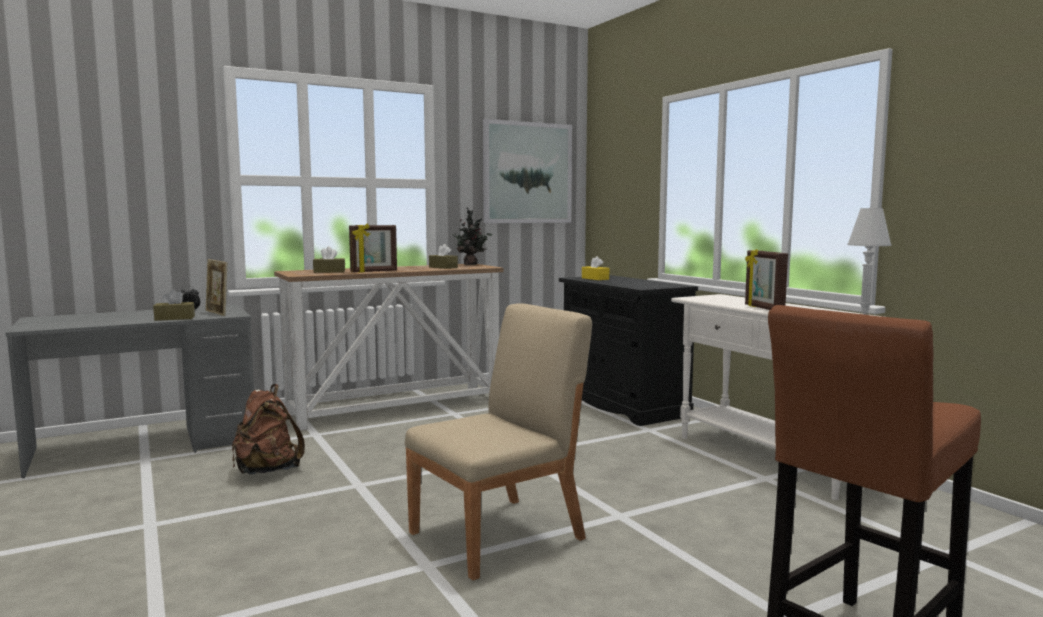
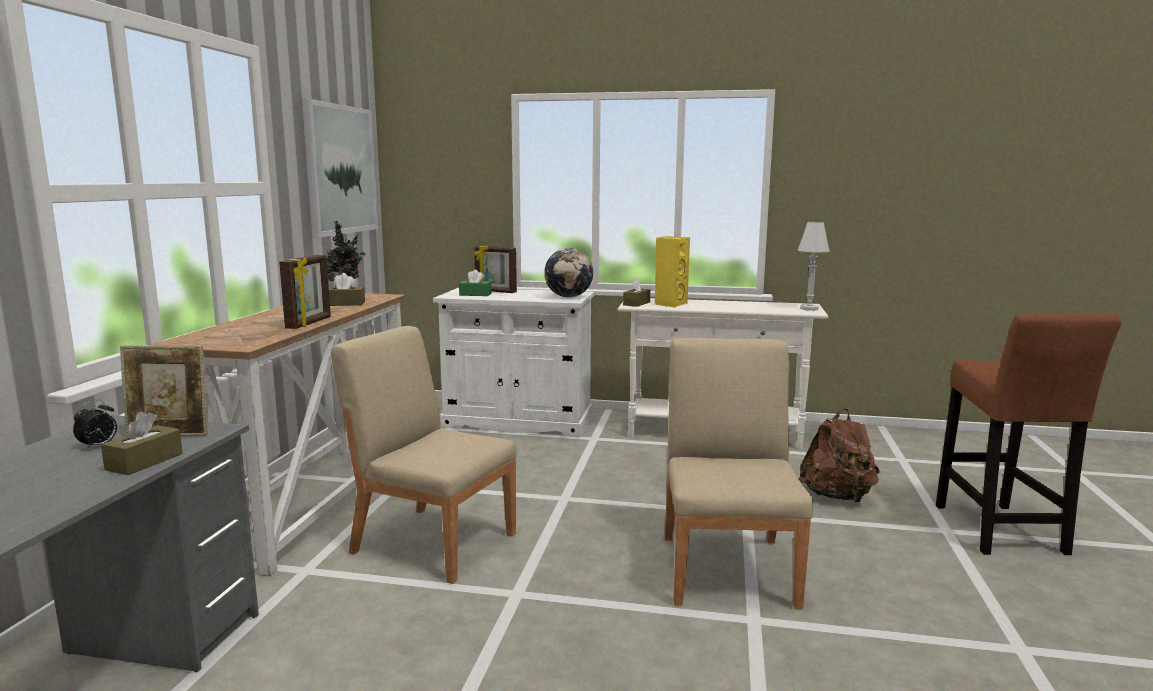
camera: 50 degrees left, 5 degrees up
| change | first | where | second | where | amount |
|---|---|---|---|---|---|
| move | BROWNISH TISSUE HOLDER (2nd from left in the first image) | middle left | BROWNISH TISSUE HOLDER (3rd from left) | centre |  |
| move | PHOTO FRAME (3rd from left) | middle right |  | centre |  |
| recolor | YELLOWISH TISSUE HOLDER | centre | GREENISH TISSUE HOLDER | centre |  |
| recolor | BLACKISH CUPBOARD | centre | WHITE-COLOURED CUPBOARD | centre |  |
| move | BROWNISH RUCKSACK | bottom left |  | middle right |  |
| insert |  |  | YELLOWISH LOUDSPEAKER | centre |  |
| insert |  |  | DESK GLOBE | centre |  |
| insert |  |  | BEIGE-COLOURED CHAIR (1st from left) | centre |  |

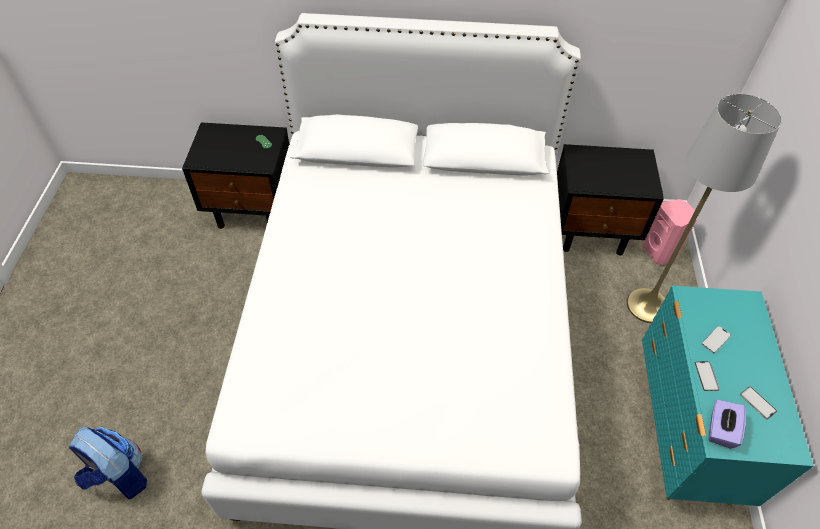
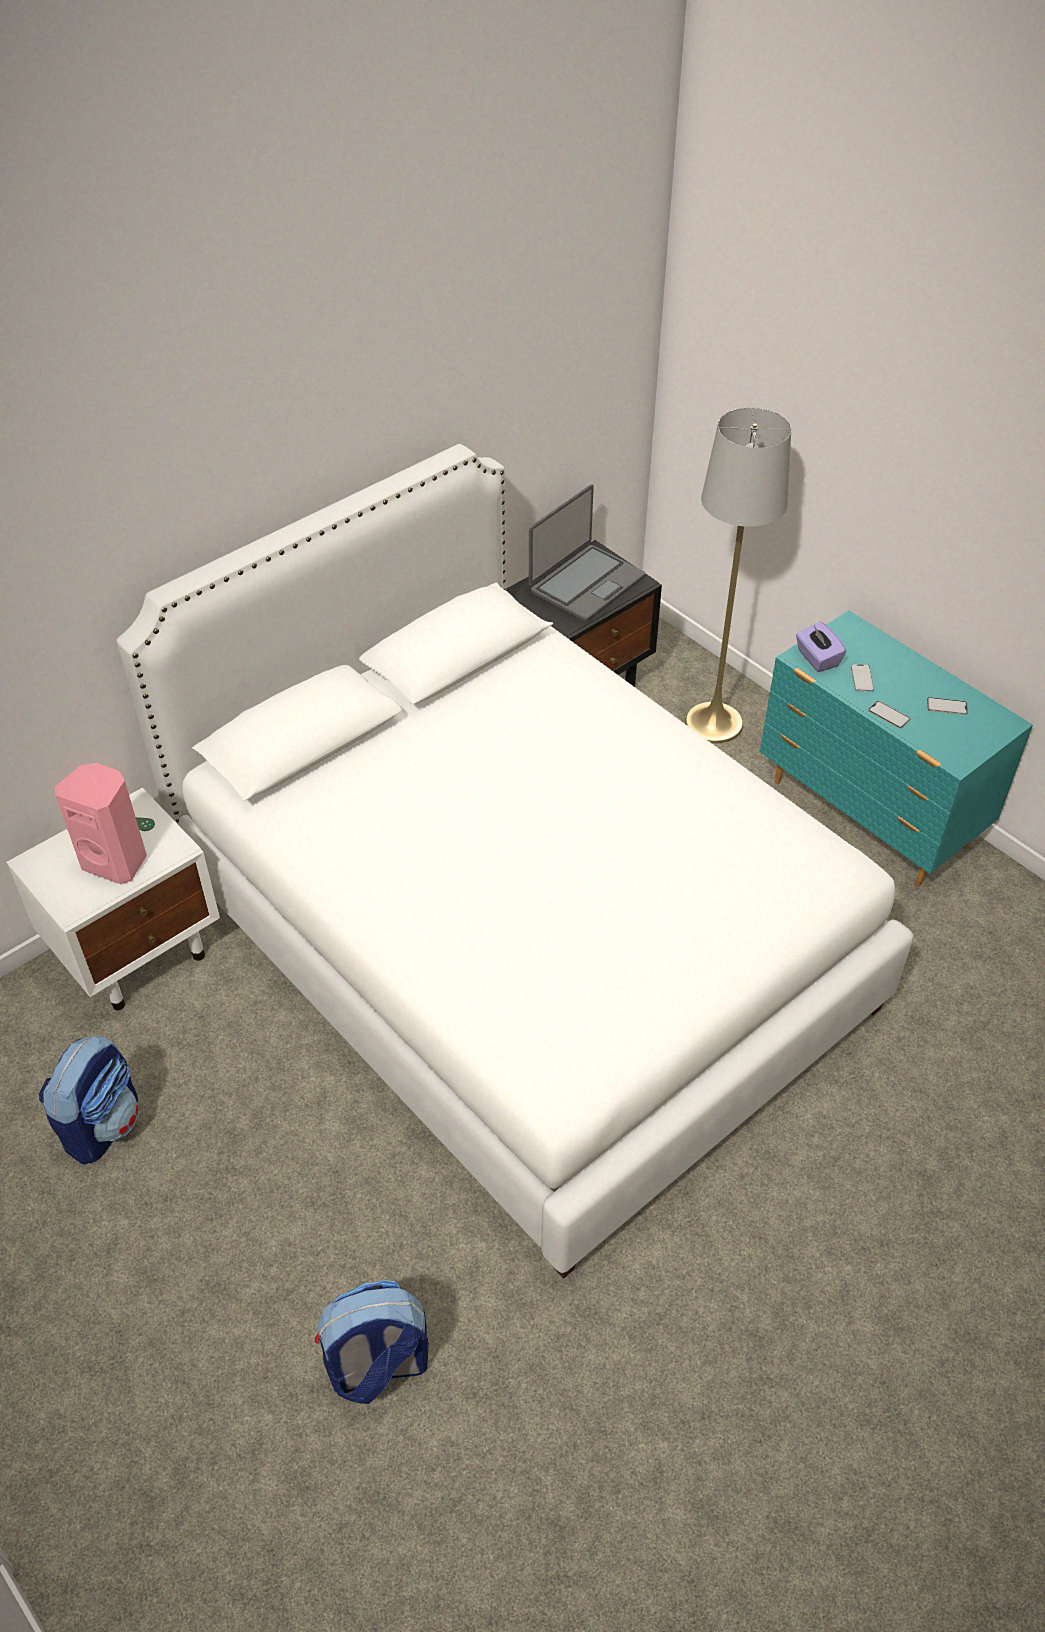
camera: 45 degrees left, 5 degrees down
| change | first | where | second | where | amount |
|---|---|---|---|---|---|
| recolor | BLACKISH BEDSIDE TABLE (1st from left) | top left | WHITE-COLOURED BEDSIDE TABLE | middle left |  |
| move | PINK LOUDSPEAKER | middle right |  | middle left |  |
| move | PURPLE TISSUE HOLDER | bottom right |  | middle right |  |
| insert |  |  | NOTEBOOK COMPUTER | centre |  |
| insert |  |  | RUCKSACK (1st from left) | bottom left |  |

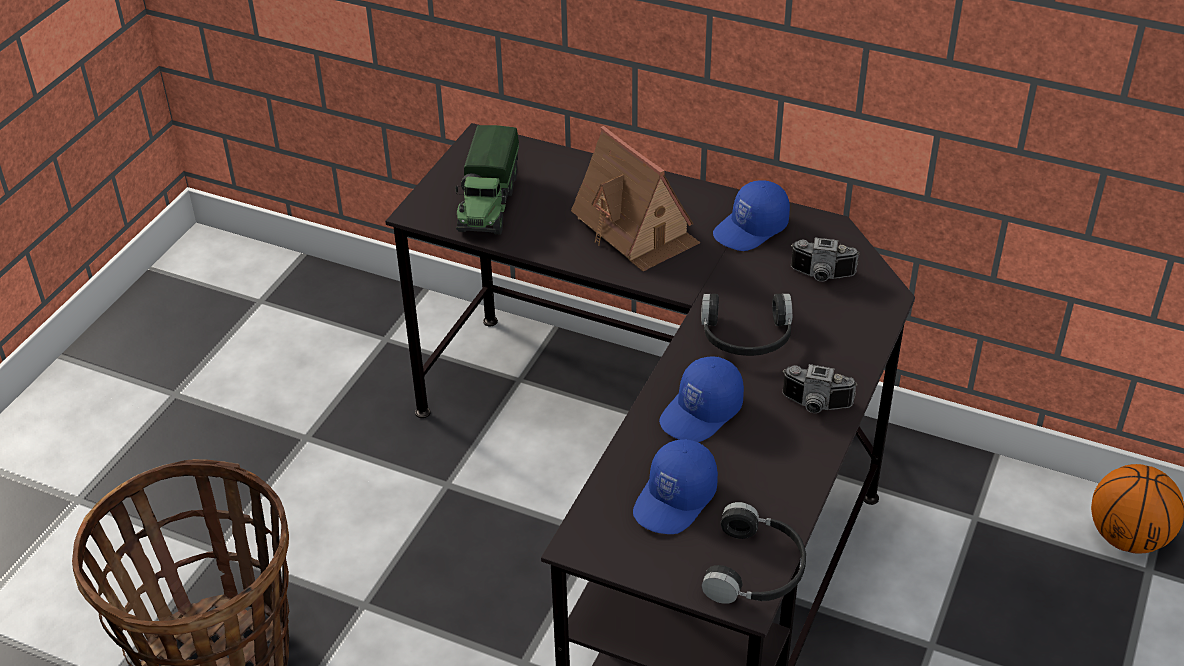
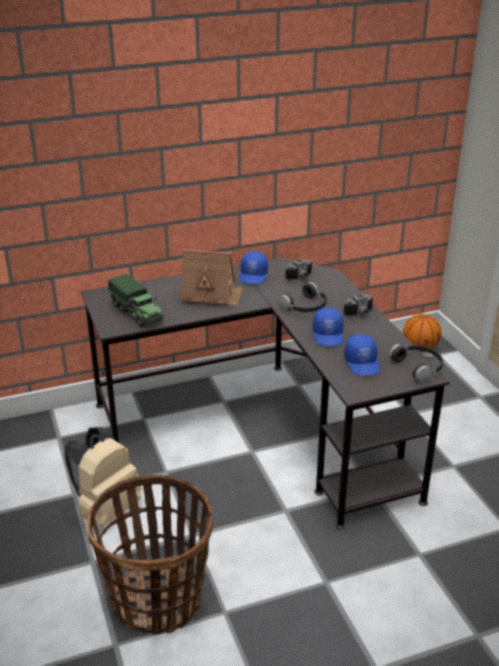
camera: 45 degrees left, 10 degrees down
| change | first | where | second | where | amount |
|---|---|---|---|---|---|
| insert |  |  | BEIGE-COLOURED RUCKSACK | bottom left |  |

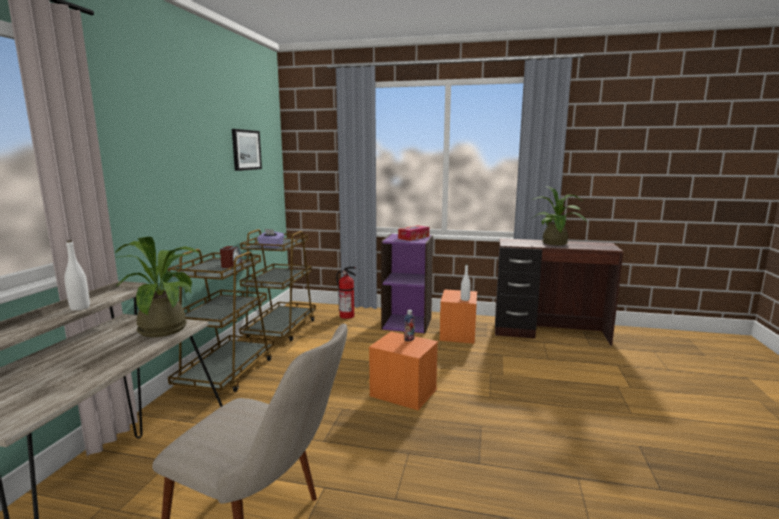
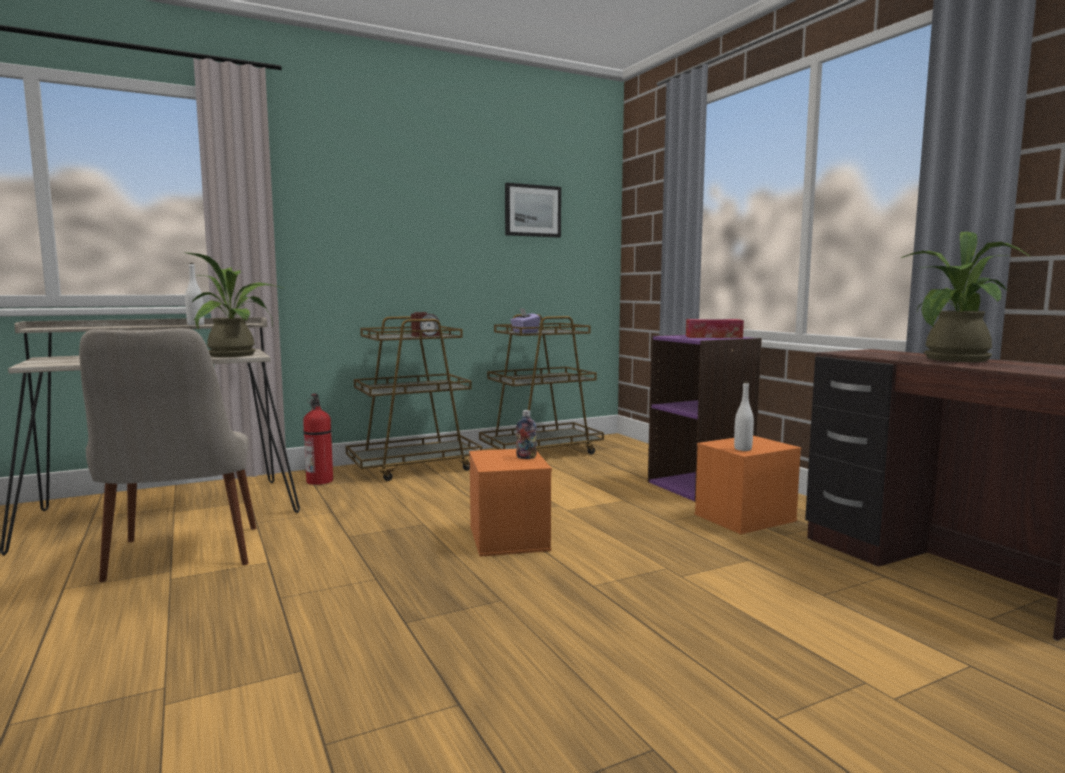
camera: 50 degrees right, 5 degrees down
| change | first | where | second | where | amount |
|---|---|---|---|---|---|
| move | FIRE EXTINGUISHER | centre |  | middle left |  |

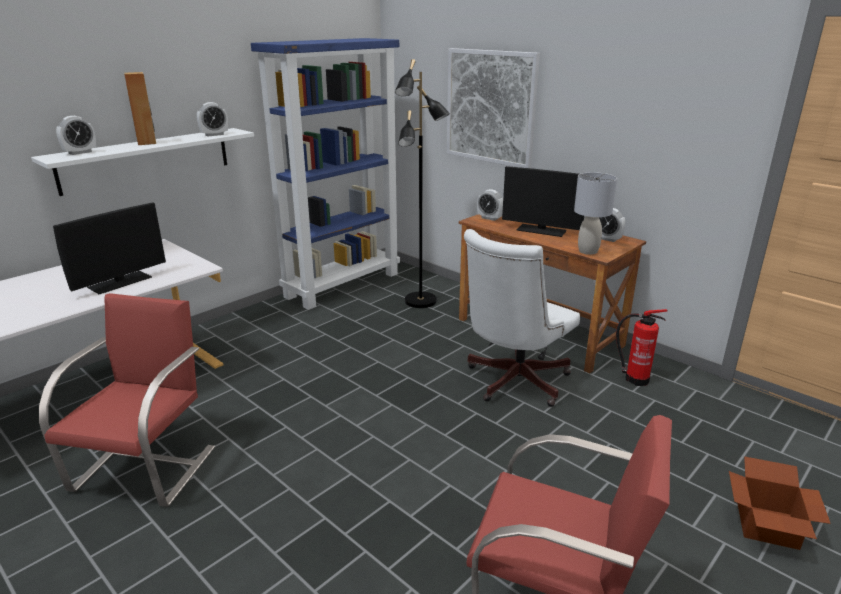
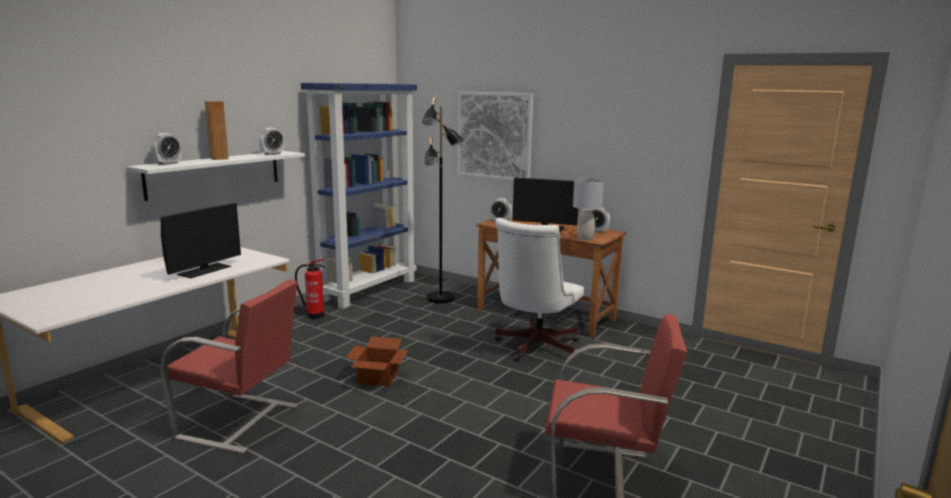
camera: 10 degrees left, 10 degrees down
| change | first | where | second | where | amount |
|---|---|---|---|---|---|
| rotate | RED CHAIR (1st from left) | bottom left |  | bottom left | 105 degrees clockwise |
| move | FIRE EXTINGUISHER | middle right |  | middle left |  |
| move | PACKING BOX | bottom right |  | bottom centre |  |

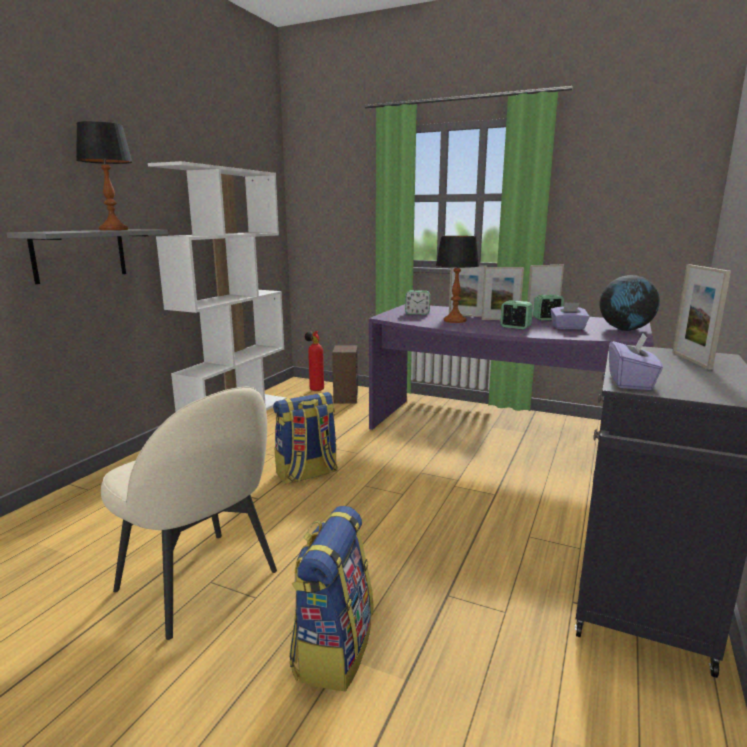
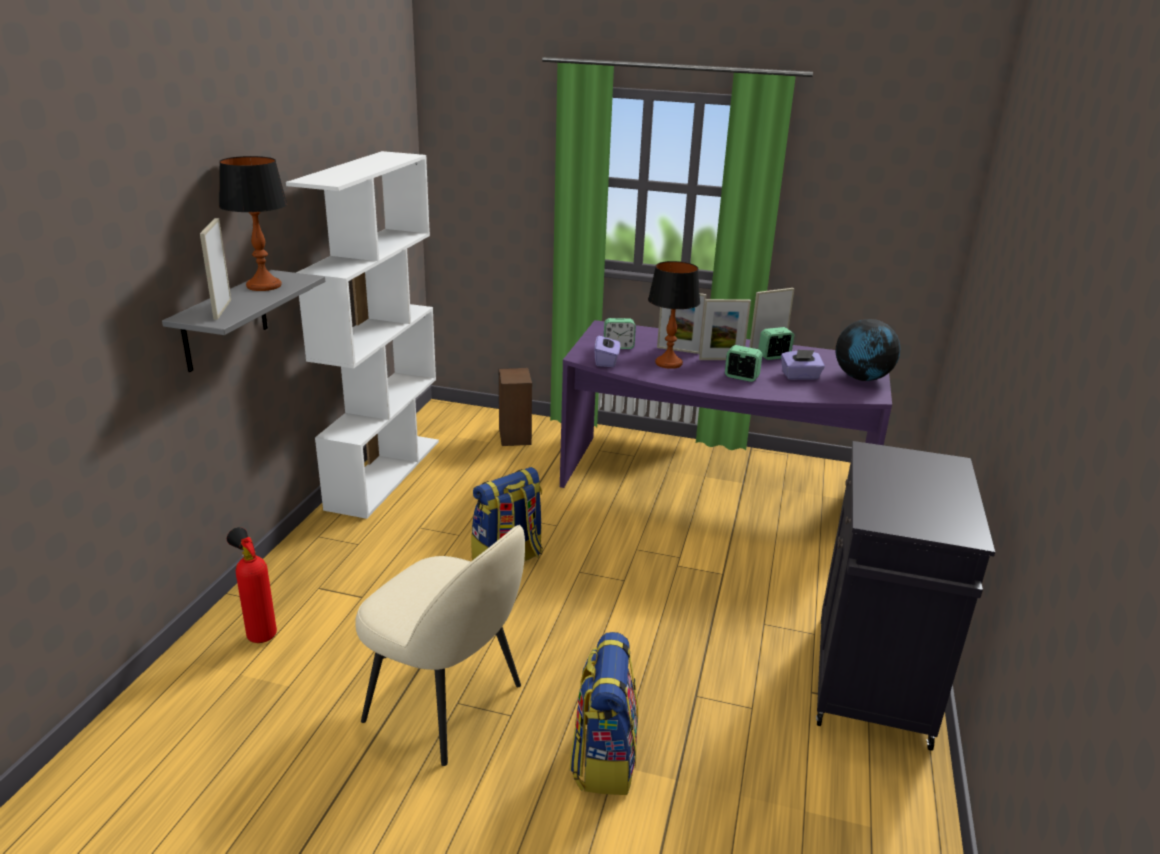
camera: 10 degrees left, 10 degrees up
| change | first | where | second | where | amount |
|---|---|---|---|---|---|
| move | PHOTO FRAME (4th from left in the first image) | middle right | PHOTO FRAME (1st from left) | top left |  |
| move | FIRE EXTINGUISHER | centre |  | bottom left |  |
| move | PURPLE TISSUE HOLDER (2nd from left in the first image) | middle right | PURPLE TISSUE HOLDER (1st from left) | centre |  |

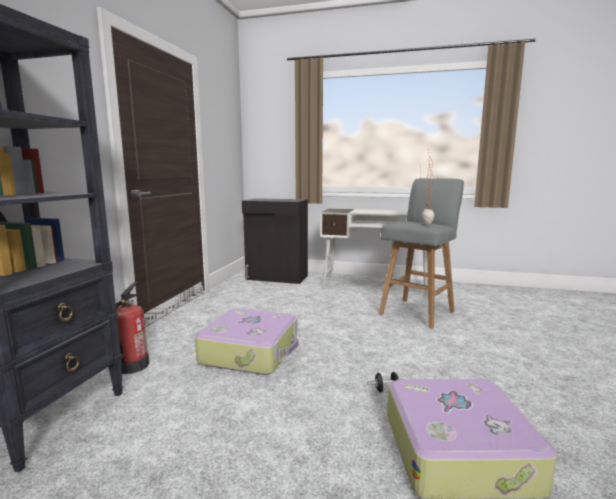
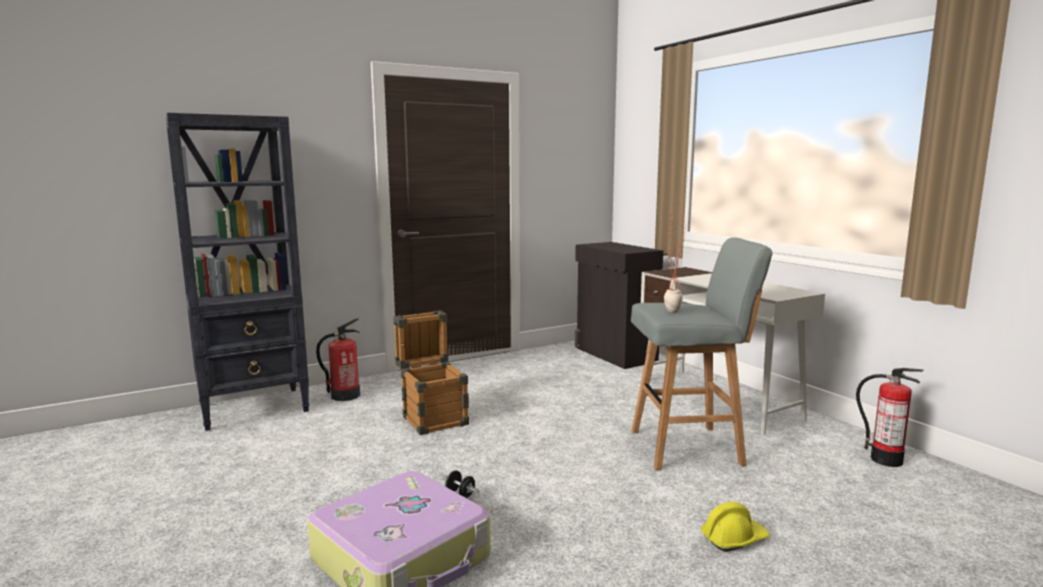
camera: 45 degrees right, 0 degrees up
| change | first | where | second | where | amount |
|---|---|---|---|---|---|
| replace | PIECE OF LUGGAGE (1st from left) | bottom centre | SHIPPING CRATE | centre |  |
| insert |  |  | FIRE EXTINGUISHER (2nd from left) | bottom right |  |
| insert |  |  | YELLOWISH WORK HELMET | bottom right |  |

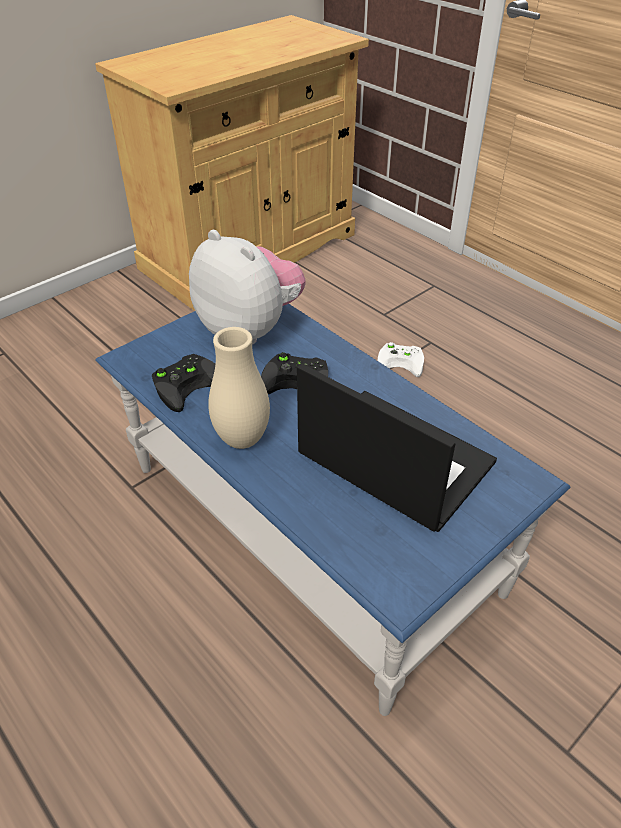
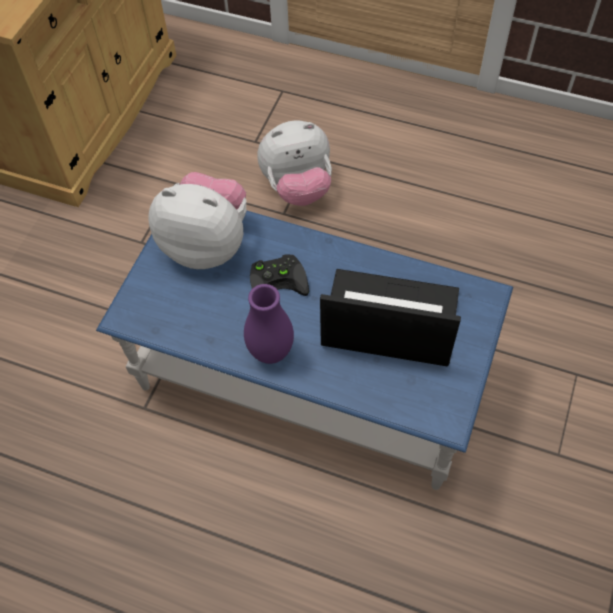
camera: 25 degrees left, 15 degrees up
| change | first | where | second | where | amount |
|---|---|---|---|---|---|
| recolor | BEIGE-COLOURED VASE | centre | PURPLE VASE | centre |  |
| replace | WHITE-COLOURED JOYPAD | centre | PLUSH TOY (2nd from left) | top centre |  |
| delete | BLACKISH JOYPAD (1st from left) | middle left |  |  |  |

